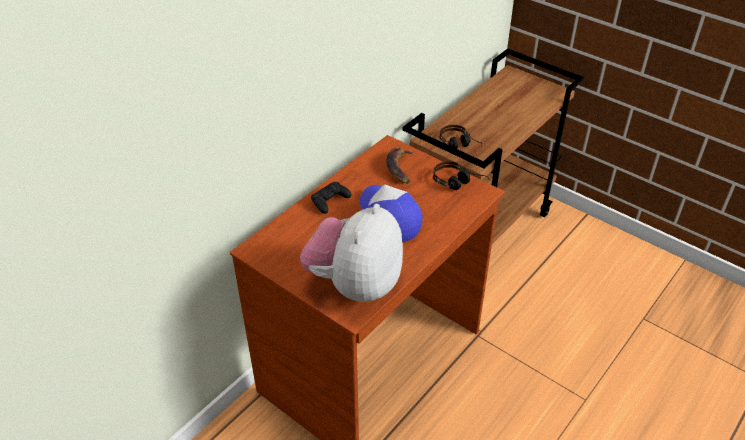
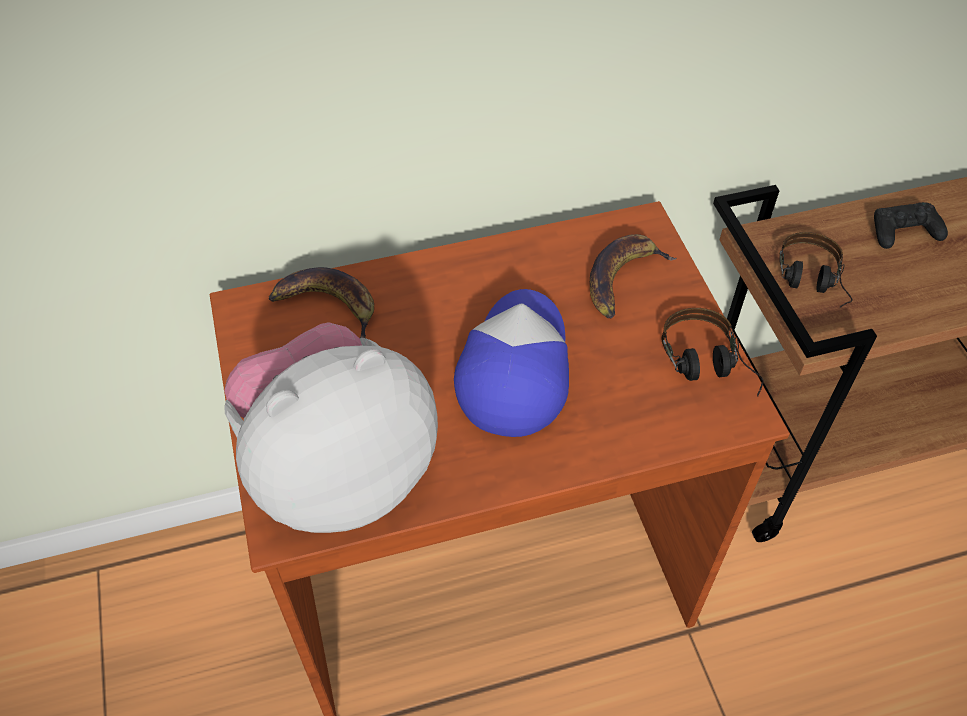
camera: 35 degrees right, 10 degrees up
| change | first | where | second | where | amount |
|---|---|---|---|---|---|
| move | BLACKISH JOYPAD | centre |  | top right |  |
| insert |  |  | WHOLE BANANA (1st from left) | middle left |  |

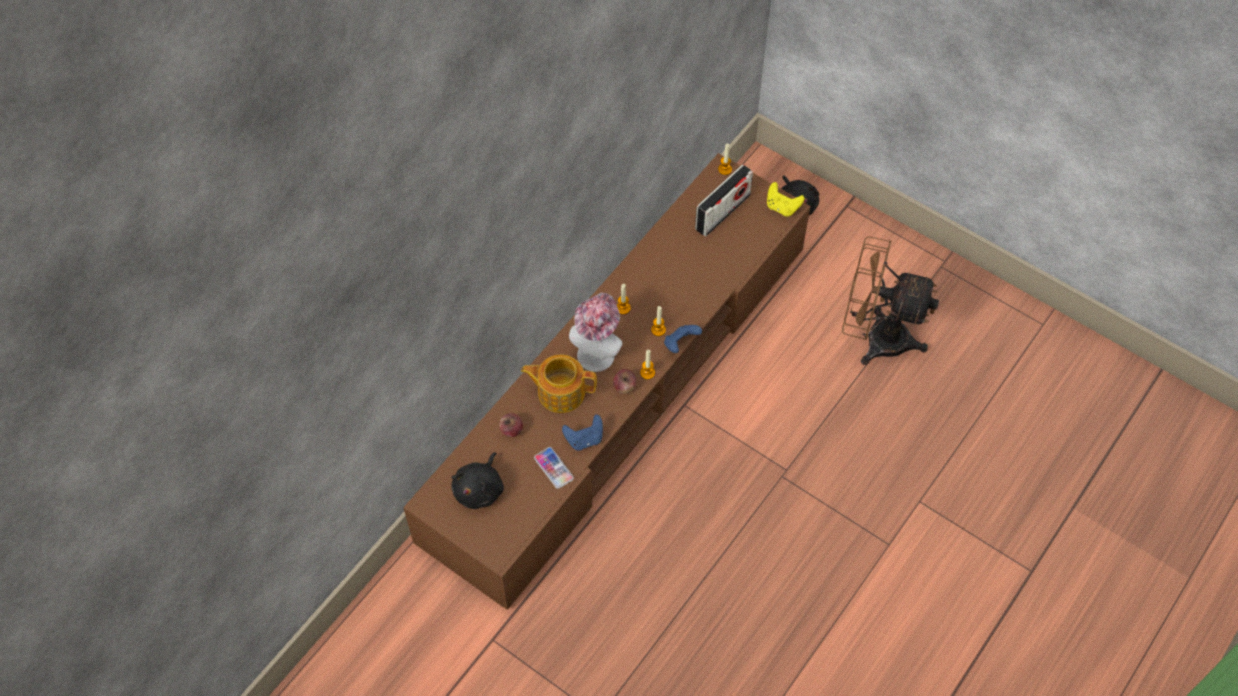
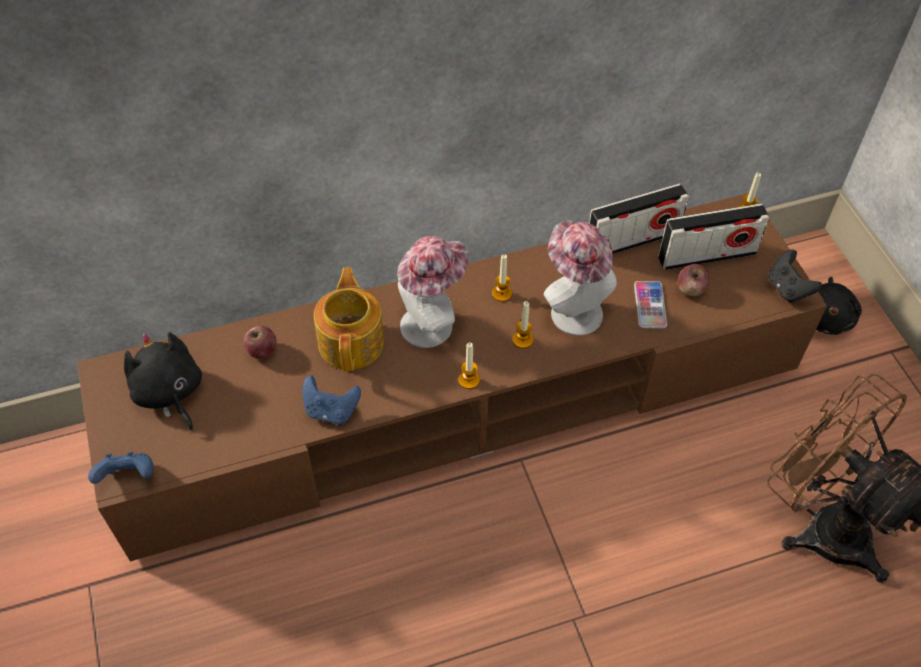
camera: 35 degrees right, 5 degrees down
| change | first | where | second | where | amount |
|---|---|---|---|---|---|
| recolor | YELLOWISH JOYPAD | top centre | BLACKISH JOYPAD | middle right |  |
| move | BLUE JOYPAD (2nd from left in the first image) | centre | BLUE JOYPAD (1st from left) | bottom left |  |
| rotate | POT FOR TEA | centre |  | centre | 45 degrees clockwise |
| move | APPLE FRUIT (2nd from left) | centre |  | middle right |  |
| move | TELEPHONE | bottom centre |  | middle right |  |
| rotate | BLACKISH PLUSH TOY (1st from left) | bottom centre |  | middle left | 90 degrees clockwise |
| insert |  |  | RADIO (1st from left) | top right |  |
| insert |  |  | CLOTHING HAT (2nd from left) | centre |  |

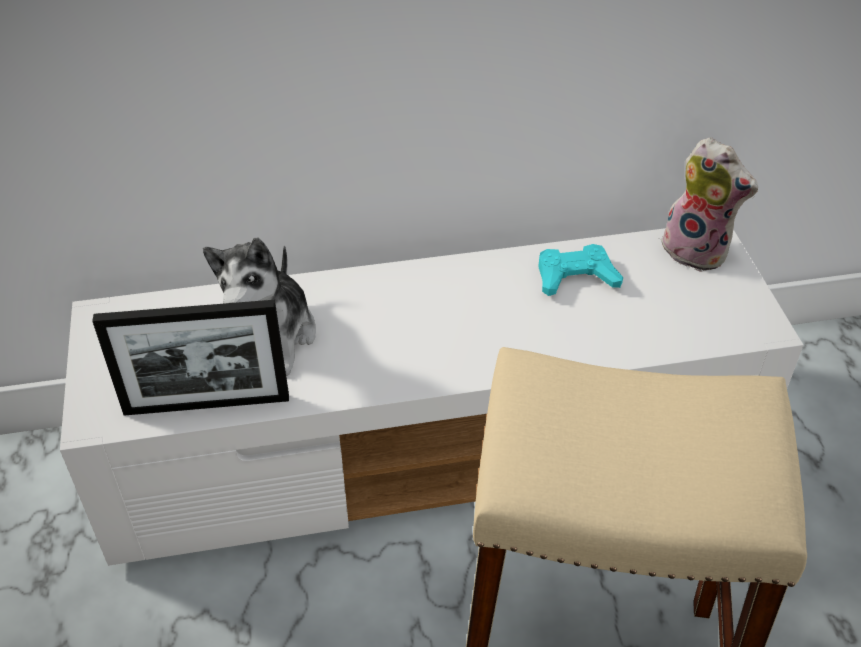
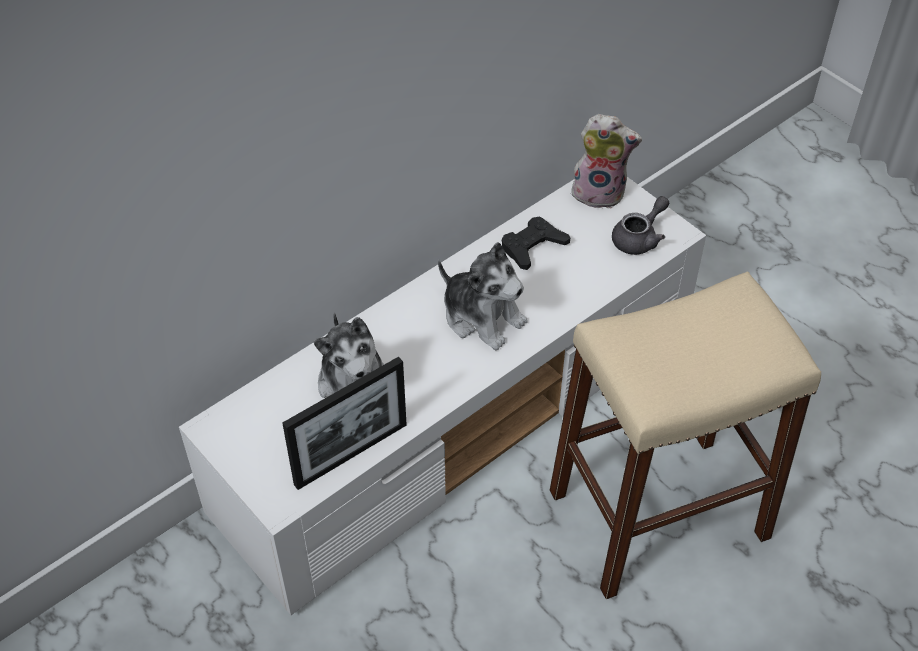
camera: 30 degrees left, 5 degrees up
| change | first | where | second | where | amount |
|---|---|---|---|---|---|
| recolor | TURQUOISE-COLOURED JOYPAD | middle right | BLACKISH JOYPAD | centre |  |
| insert |  |  | GREYISH POT FOR TEA | middle right |  |
| insert |  |  | PLUSH TOY (2nd from left) | centre |  |

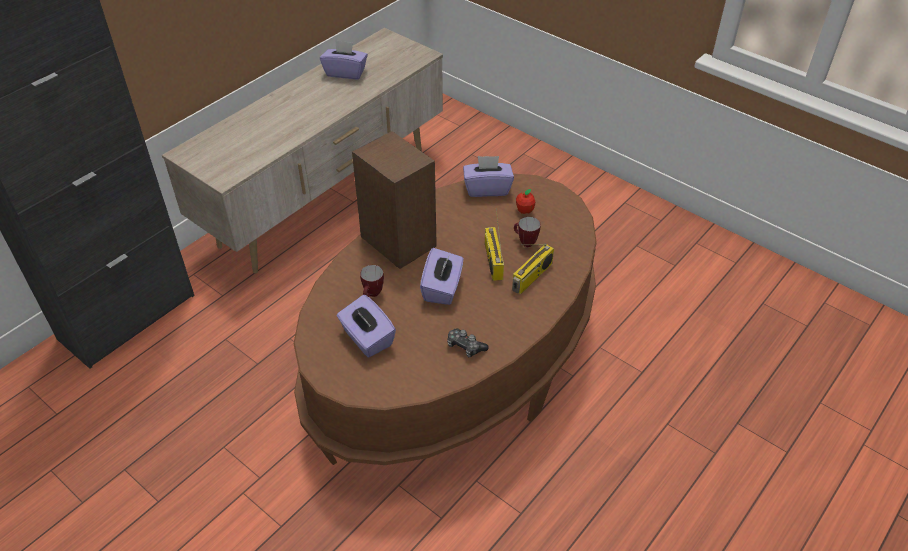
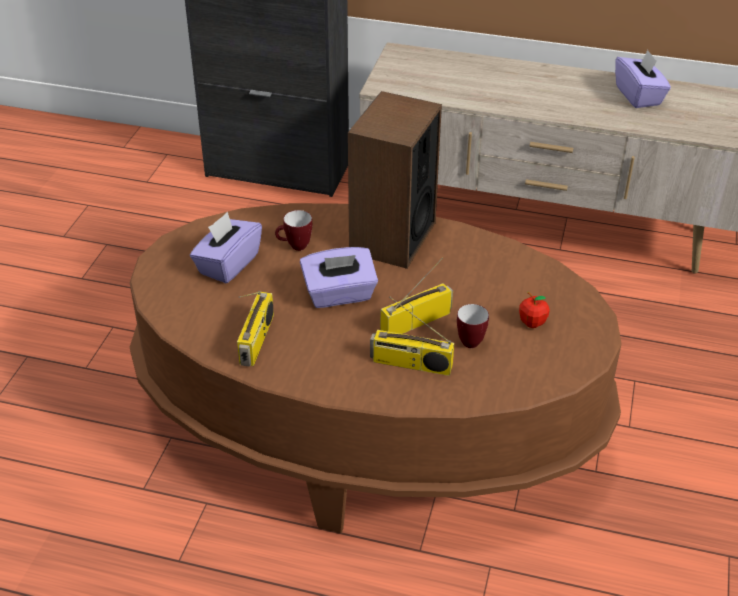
camera: 65 degrees right, 5 degrees down
| change | first | where | second | where | amount |
|---|---|---|---|---|---|
| delete | PURPLE TISSUE HOLDER (4th from left) | top centre |  |  |  |
| replace | JOYPAD | centre | RADIO (1st from left) | centre |  |

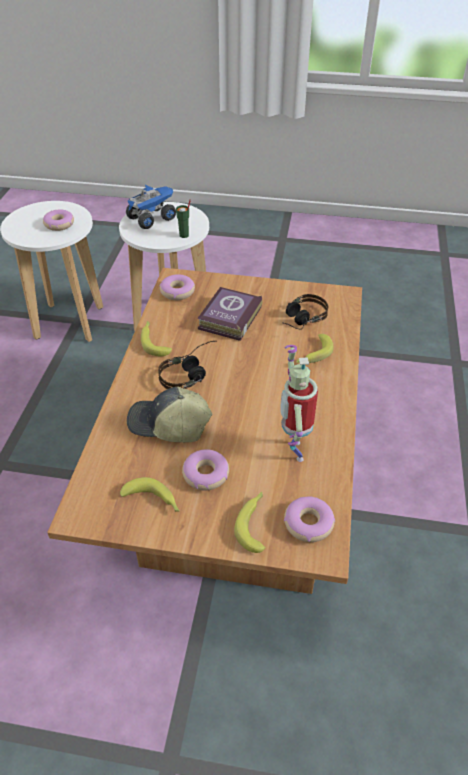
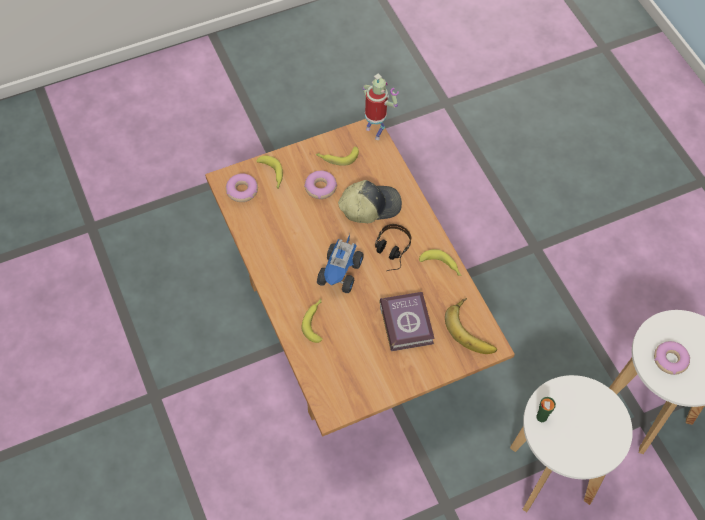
camera: 145 degrees right, 15 degrees up
| change | first | where | second | where | amount |
|---|---|---|---|---|---|
| move | TOY TRUCK | top left |  | centre |  |
| replace | DOUGHNUT (2nd from left) | centre | WHOLE BANANA (5th from left) | middle right |  |
| delete | HEADPHONES (2nd from left) | centre |  |  |  |
| move | ROBOT FIGURE | centre |  | top centre |  |

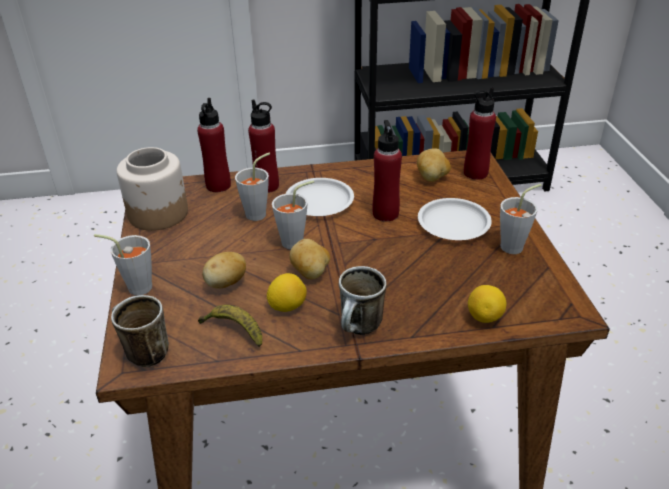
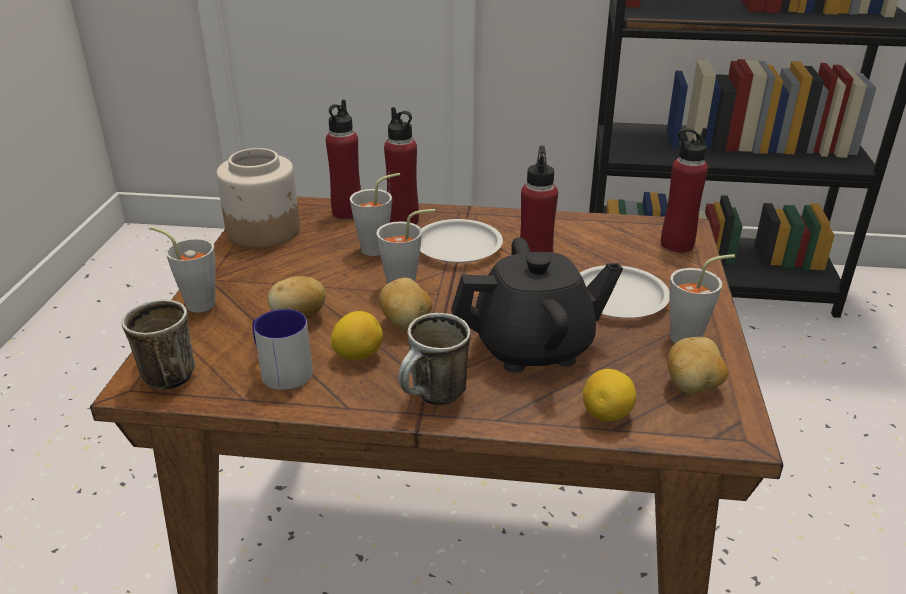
camera: 15 degrees right, 5 degrees down
| change | first | where | second | where | amount |
|---|---|---|---|---|---|
| move | POTATO (3rd from left) | centre |  | middle right |  |
| replace | WHOLE BANANA | bottom centre | MUG (2nd from left) | middle left |  |
| insert |  |  | BLACKISH POT FOR TEA | centre |  |

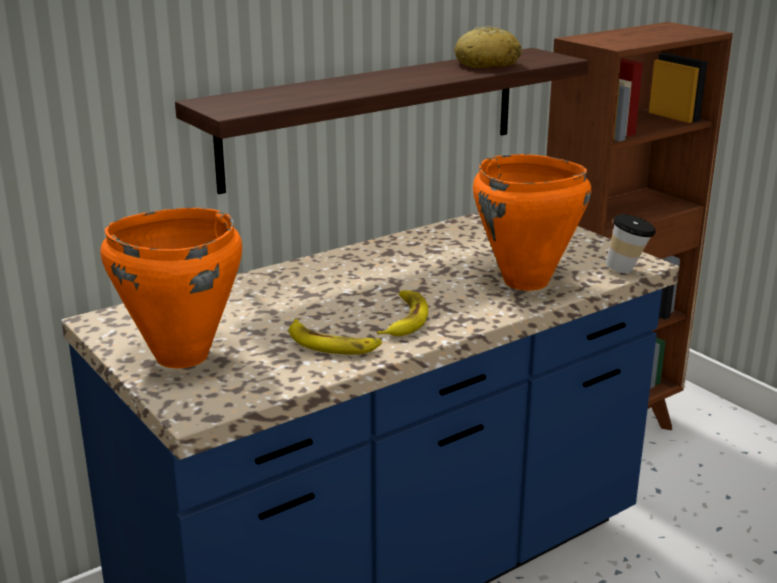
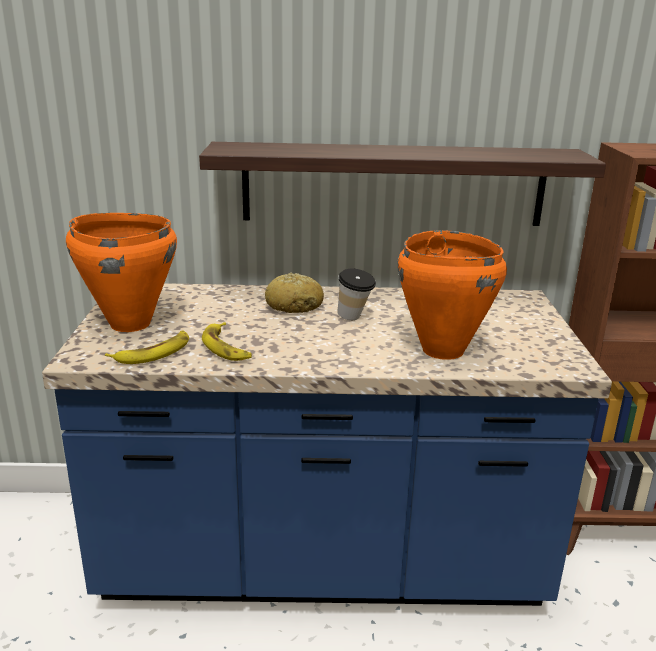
camera: 35 degrees right, 0 degrees up
| change | first | where | second | where | amount |
|---|---|---|---|---|---|
| move | BAKERY BREAD | top centre |  | centre |  |
| move | DRINKING CUP | middle right |  | centre |  |
| move | WHOLE BANANA (2nd from left in the first image) | centre | WHOLE BANANA (1st from left) | middle left |  |

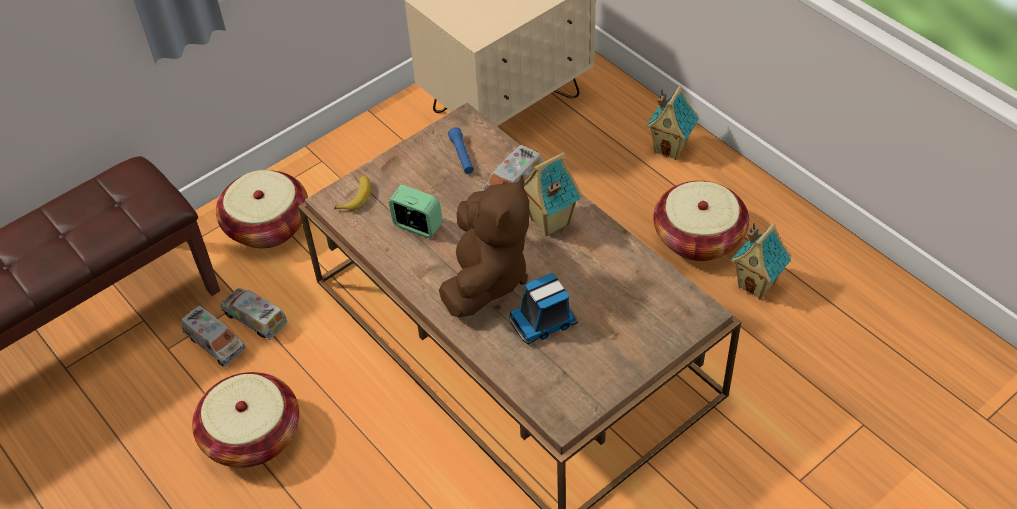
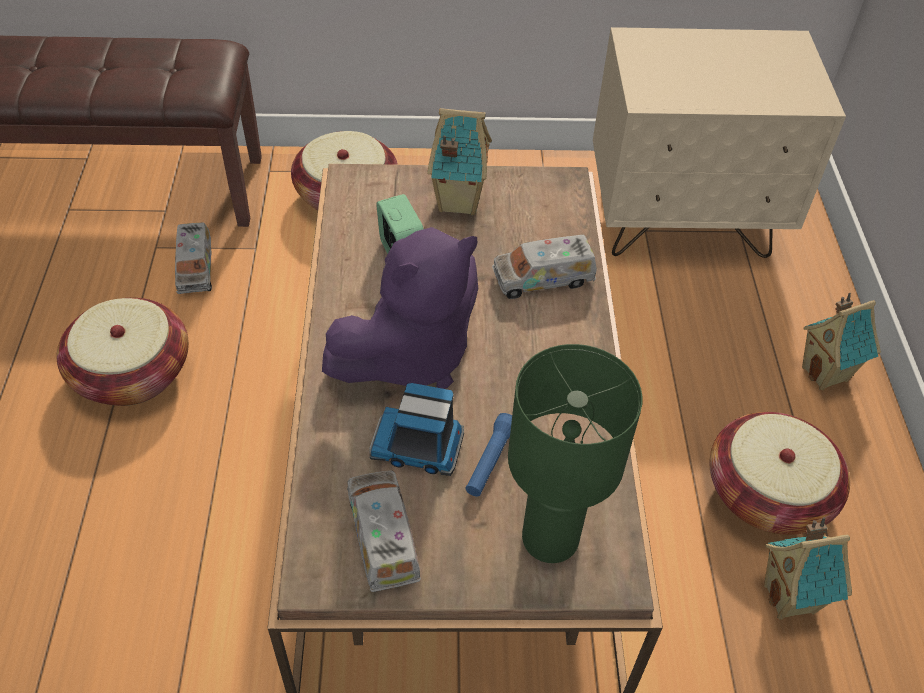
camera: 35 degrees right, 0 degrees up
| change | first | where | second | where | amount |
|---|---|---|---|---|---|
| move | BLUE HAND TORCH | top centre |  | centre |  |
| move | MINIATURE HOUSE (1st from left) | centre |  | top centre |  |
| delete | WHOLE BANANA | centre |  |  |  |
| recolor | BROWNISH PLUSH TOY | centre | PURPLE PLUSH TOY | centre |  |
| move | TOY TRUCK (2nd from left) | middle left |  | bottom centre |  |
| insert |  |  | GREENISH TABLETOP LAMP | centre |  |

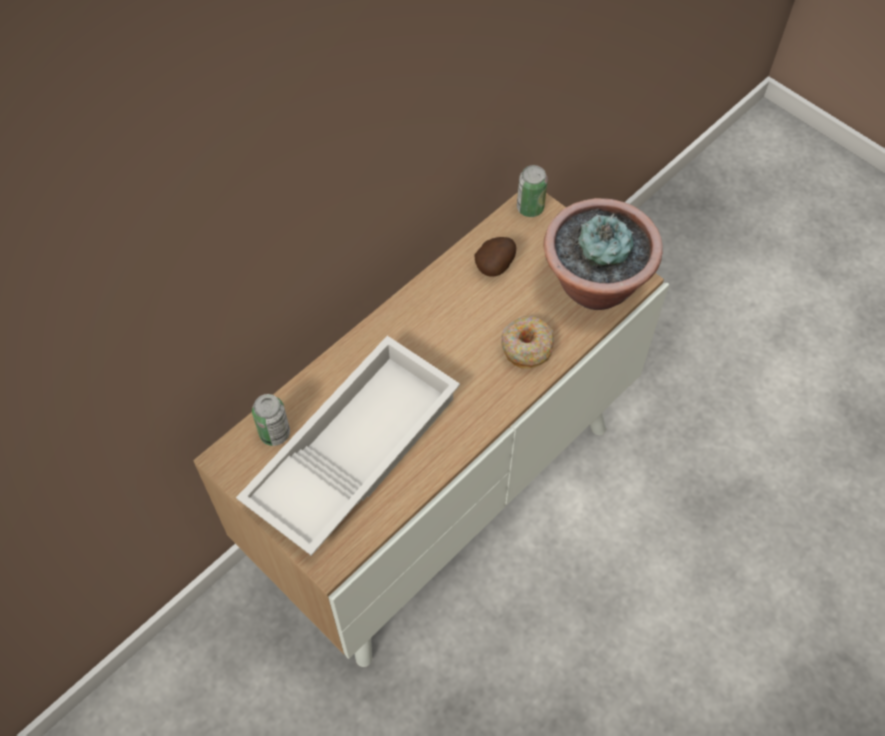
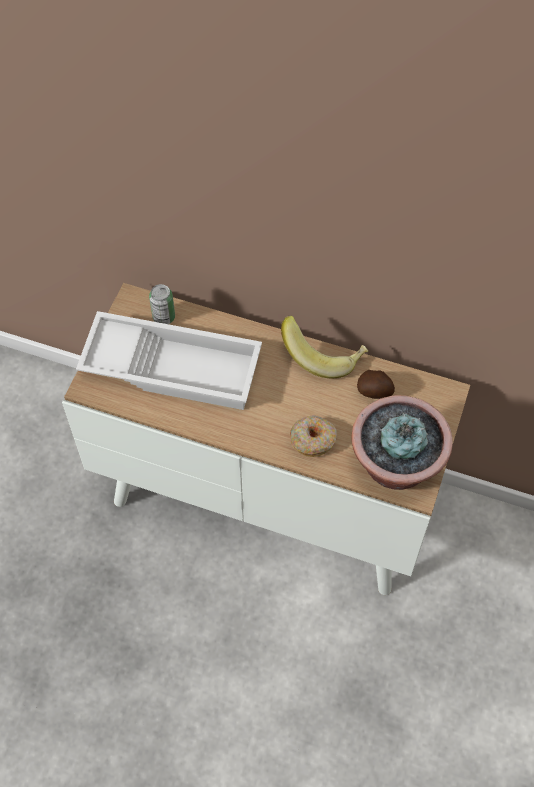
camera: 65 degrees right, 0 degrees up
| change | first | where | second | where | amount |
|---|---|---|---|---|---|
| delete | METAL CAN (2nd from left) | top centre |  |  |  |
| insert |  |  | WHOLE BANANA | centre |  |

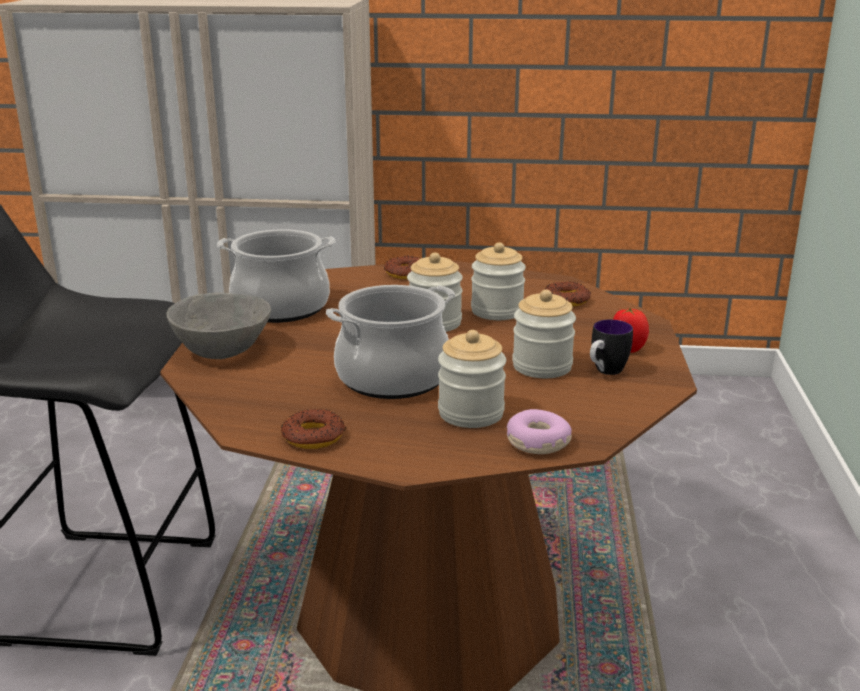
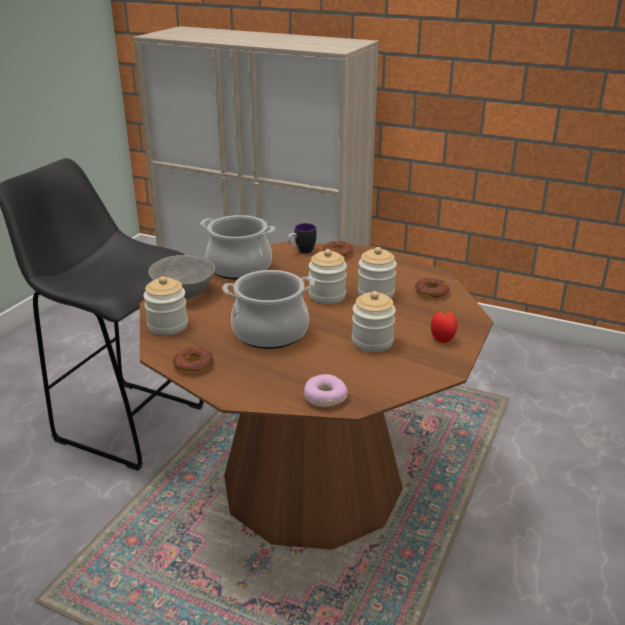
camera: 20 degrees right, 5 degrees up
| change | first | where | second | where | amount |
|---|---|---|---|---|---|
| move | MUG | middle right |  | centre |  |
| move | JAR (2nd from left in the first image) | centre | JAR (1st from left) | middle left |  |

